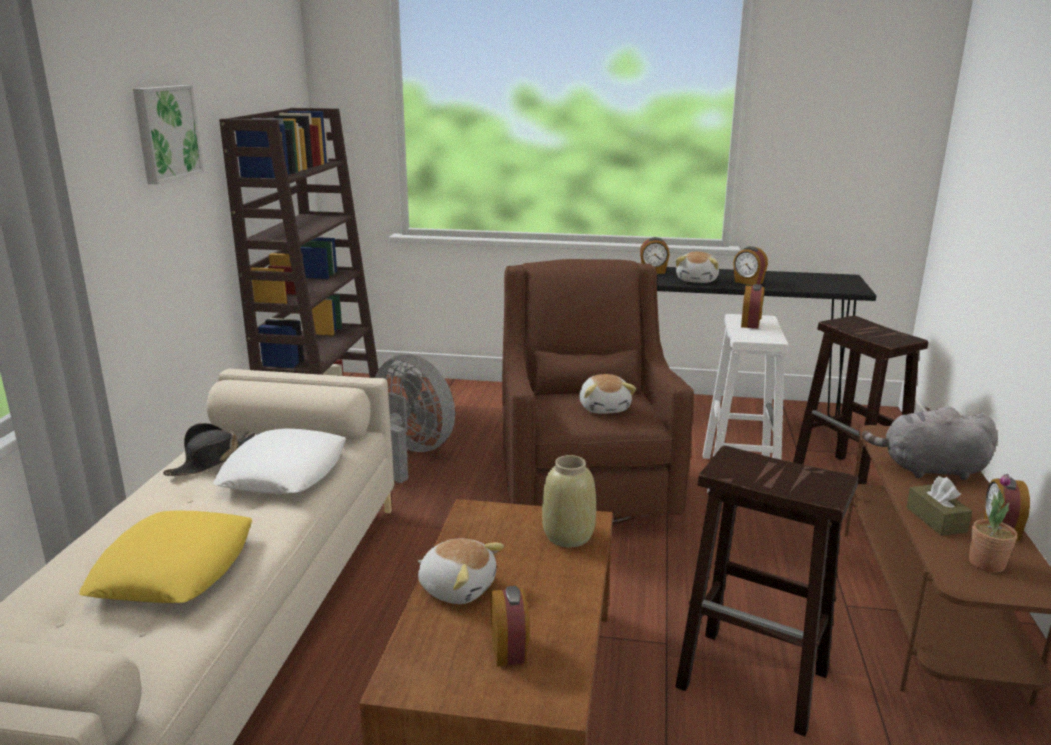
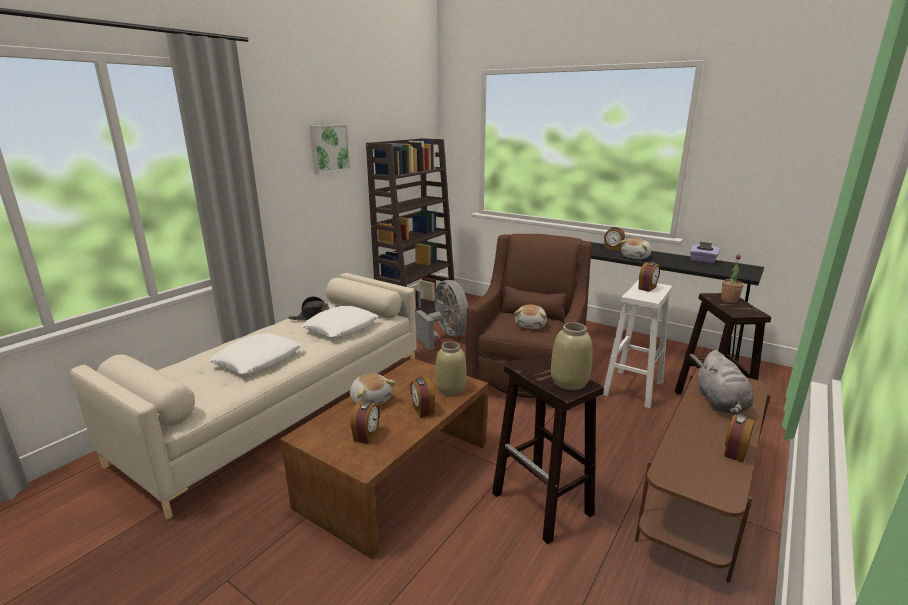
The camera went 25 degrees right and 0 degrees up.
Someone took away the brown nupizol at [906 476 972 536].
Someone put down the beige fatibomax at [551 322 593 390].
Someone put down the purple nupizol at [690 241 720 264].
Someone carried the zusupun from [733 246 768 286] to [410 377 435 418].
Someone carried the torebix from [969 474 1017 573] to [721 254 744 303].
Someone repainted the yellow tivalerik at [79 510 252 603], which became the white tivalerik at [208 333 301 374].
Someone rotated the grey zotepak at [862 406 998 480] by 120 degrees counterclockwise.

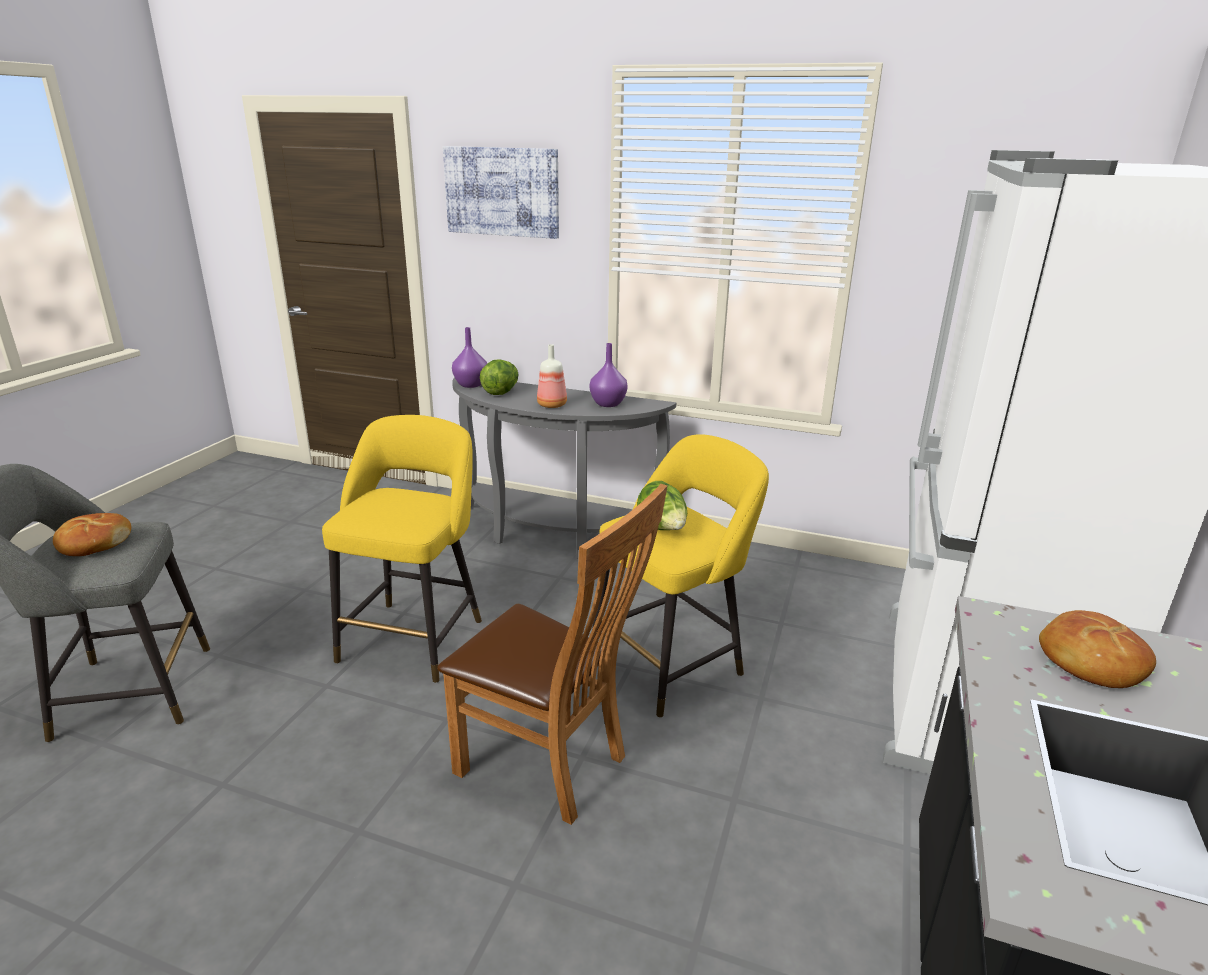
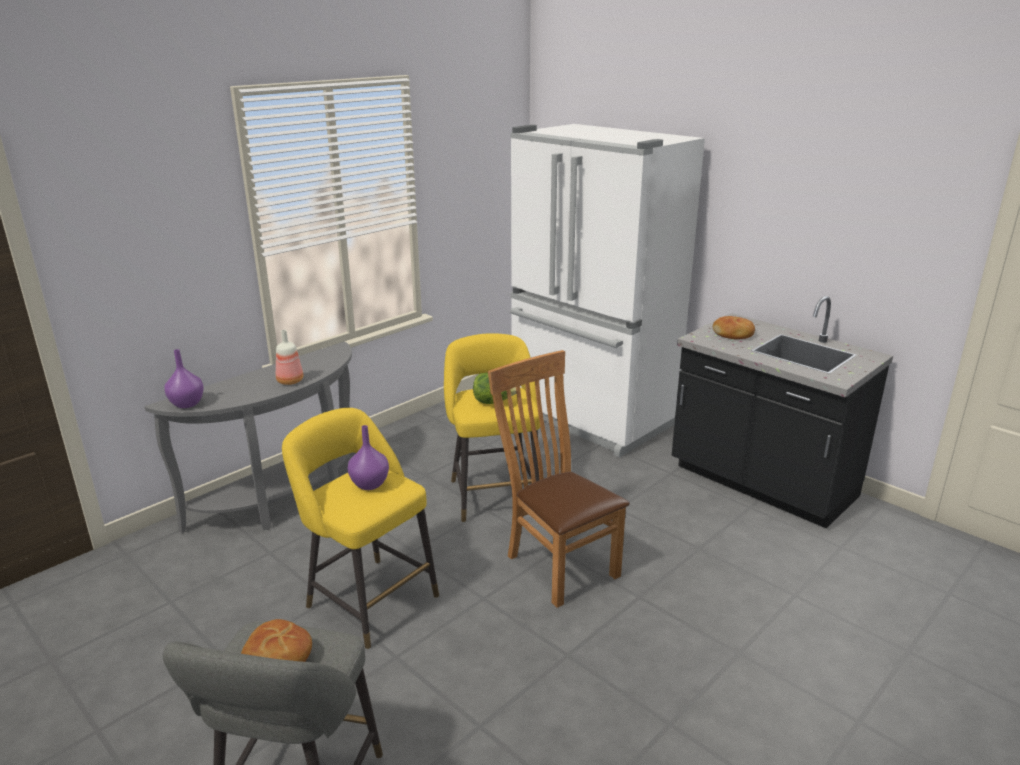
The camera went 65 degrees left and 0 degrees up.
Someone took away the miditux at [443 146 559 239].
Someone took away the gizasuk at [480 360 518 395].
Someone carried the purple fatibomax from [590 343 627 407] to [348 425 389 490].
Someone rotated the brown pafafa at [437 484 667 825] by 90 degrees counterclockwise.

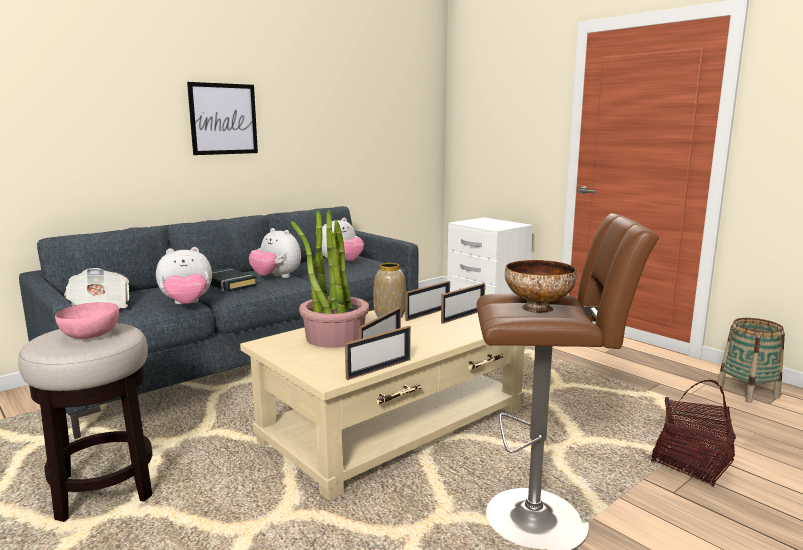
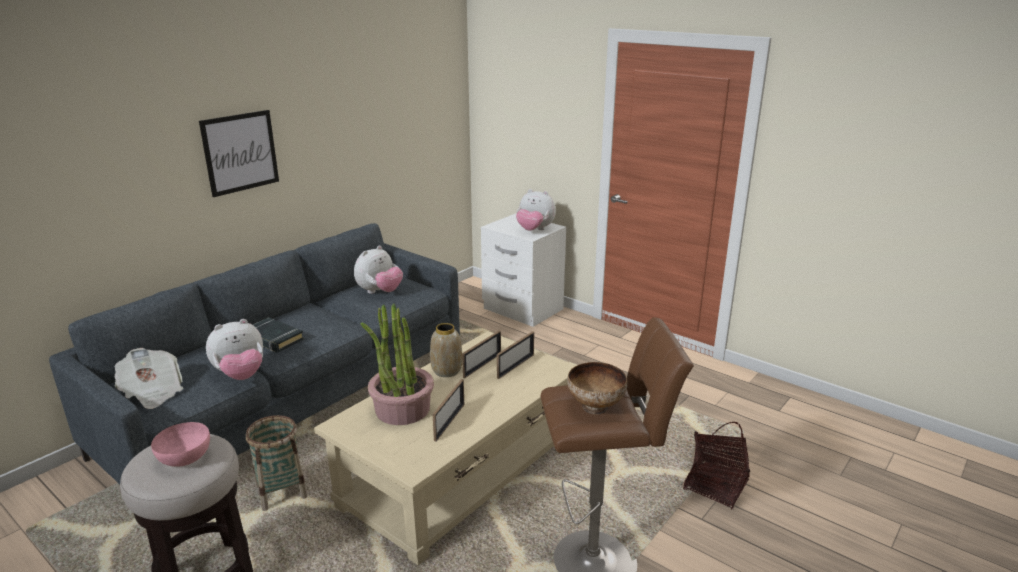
The camera went 10 degrees left and 10 degrees up.
Someone took away the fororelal at [345 326 411 380].
Someone carried the zotepak from [249 228 301 278] to [516 189 556 231].
Someone carried the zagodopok from [717 318 785 403] to [246 415 308 511].

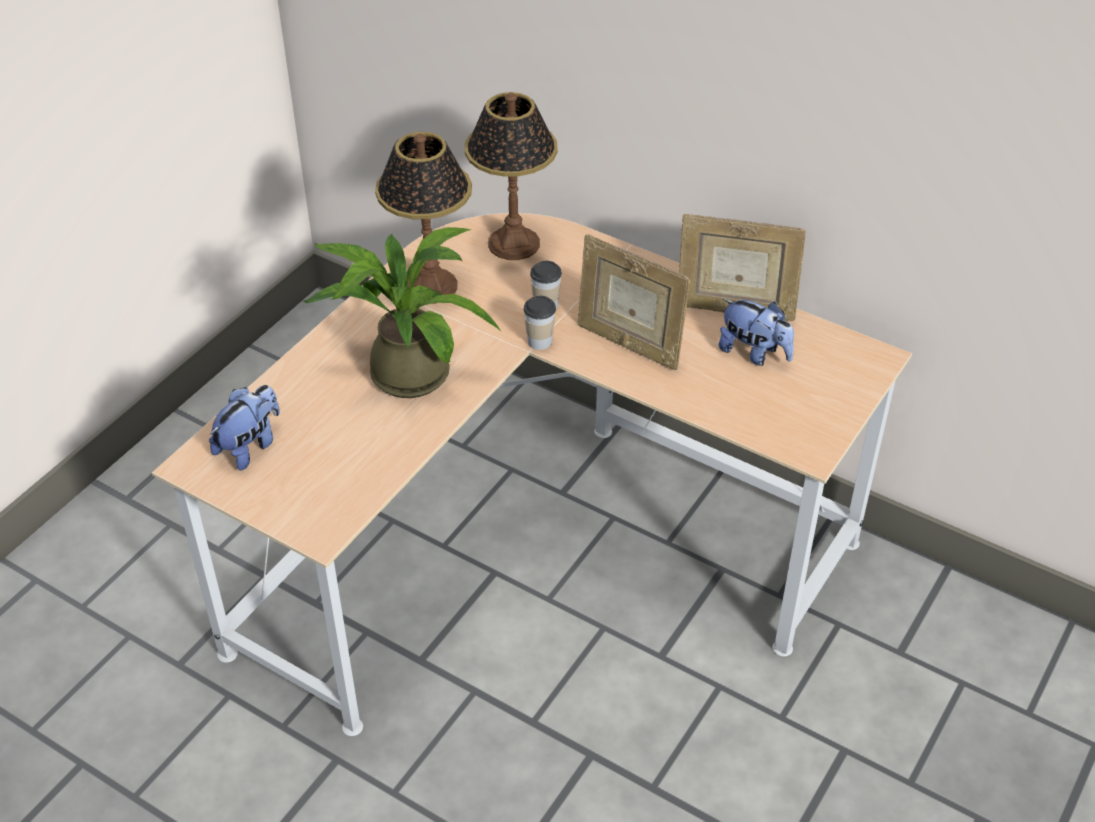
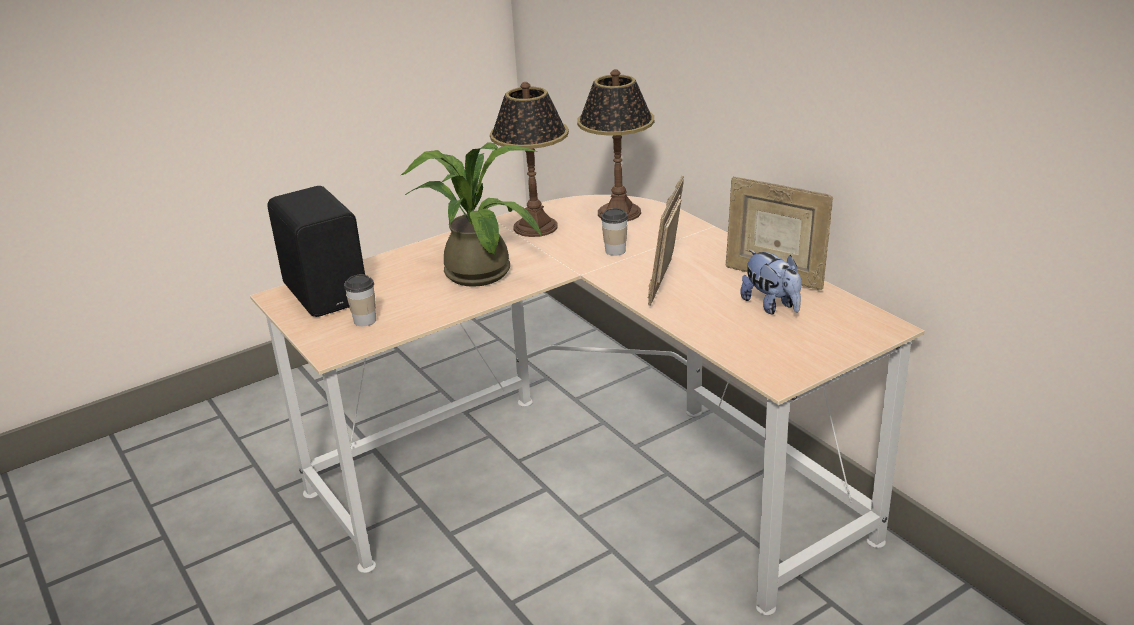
The camera went 25 degrees right and 15 degrees down.
Someone carried the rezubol from [524 296 556 350] to [344 274 376 326].
Someone swapped the zotepak at [209 385 280 471] for the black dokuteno at [268 186 365 317].
Someone rotated the fororelal at [578 234 690 370] by 45 degrees clockwise.

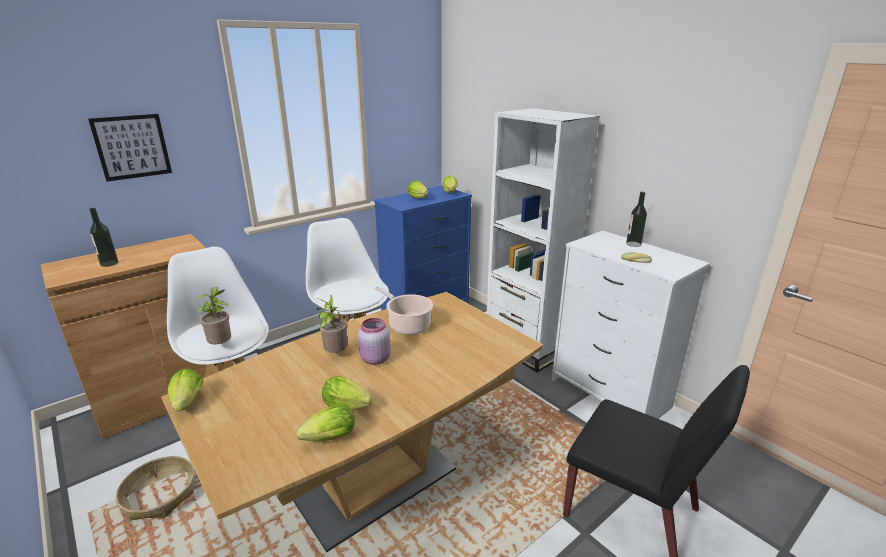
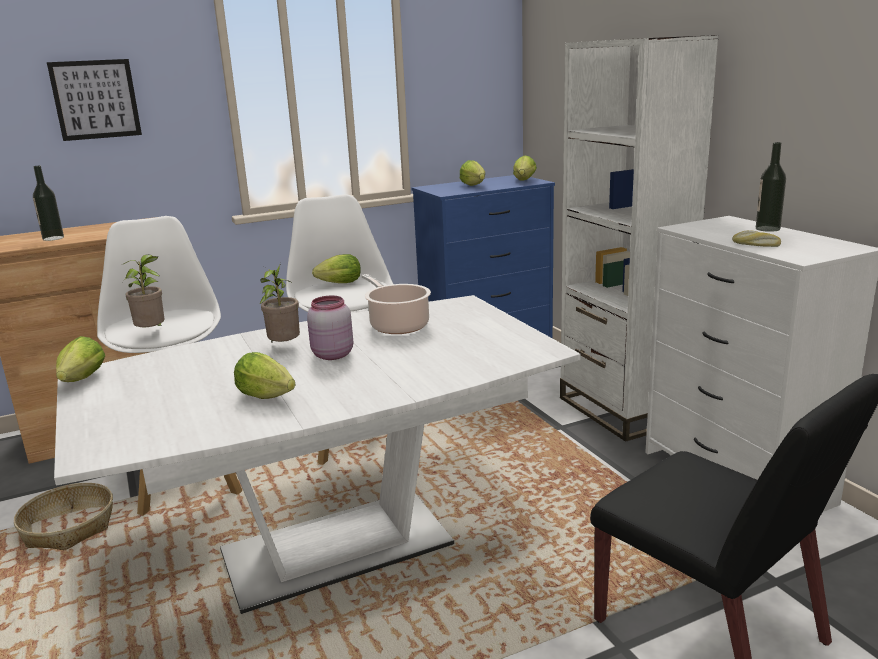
The camera went 15 degrees right and 5 degrees down.
Someone carried the gizasuk from [296 404 355 442] to [312 254 361 283].
Someone repainted the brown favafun at [161 292 543 552], which became the white favafun at [54 295 581 614].

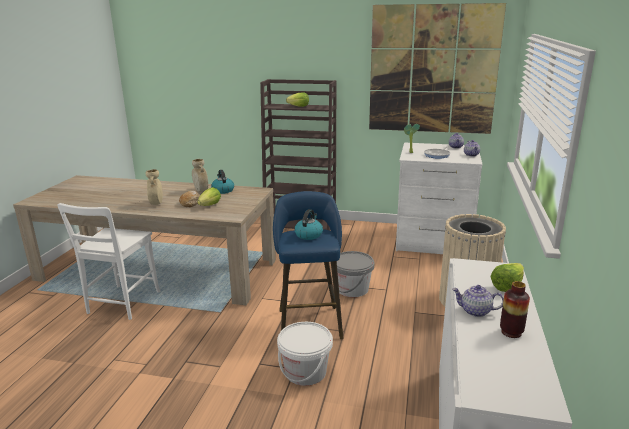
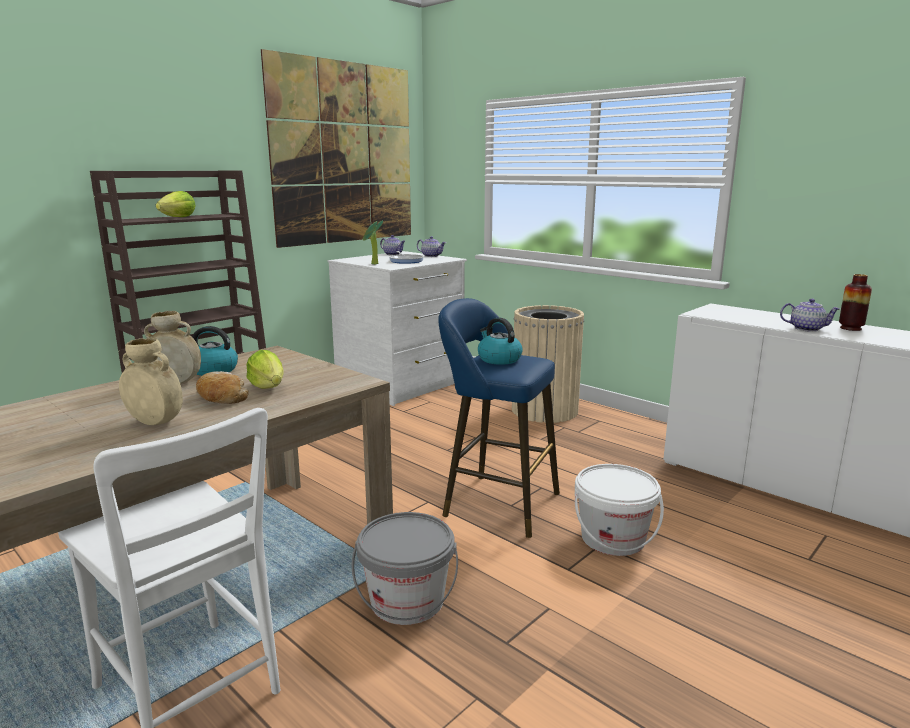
The camera went 60 degrees left and 5 degrees down.
Someone took away the gizasuk at [490 263 524 292].
Someone carried the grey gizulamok from [332 251 374 297] to [352 512 458 625].
Someone rotated the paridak at [452 285 504 317] by 120 degrees counterclockwise.

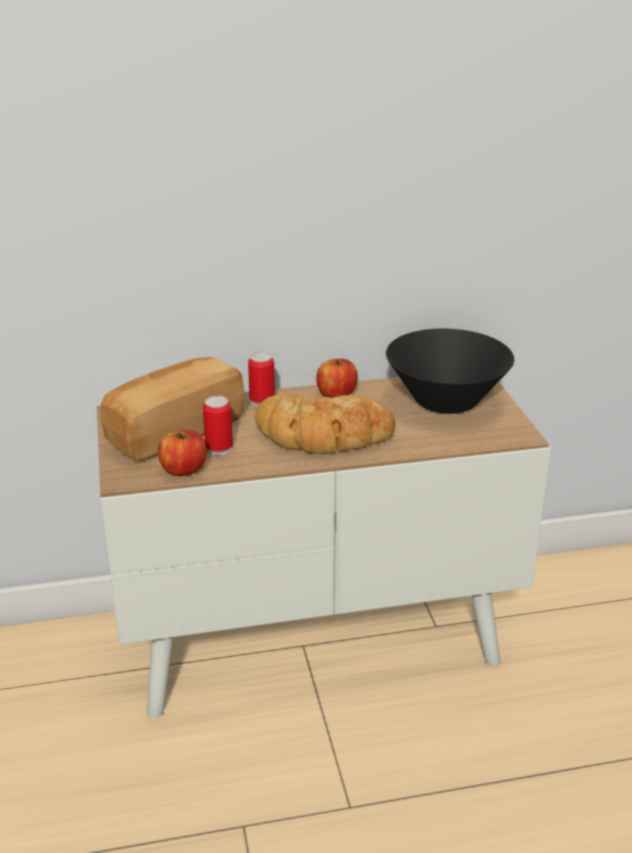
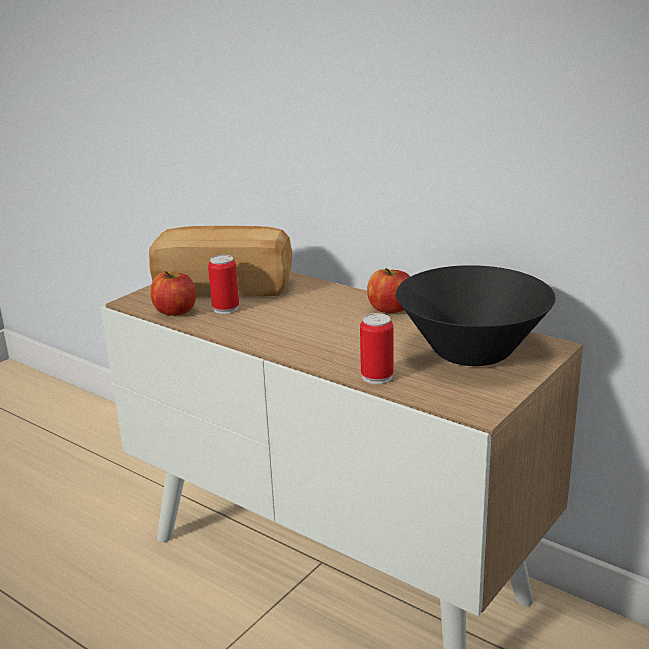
The camera went 50 degrees right and 5 degrees down.
Someone took away the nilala at [255 394 395 454].
Someone carried the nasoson from [248 352 275 407] to [360 313 393 384].

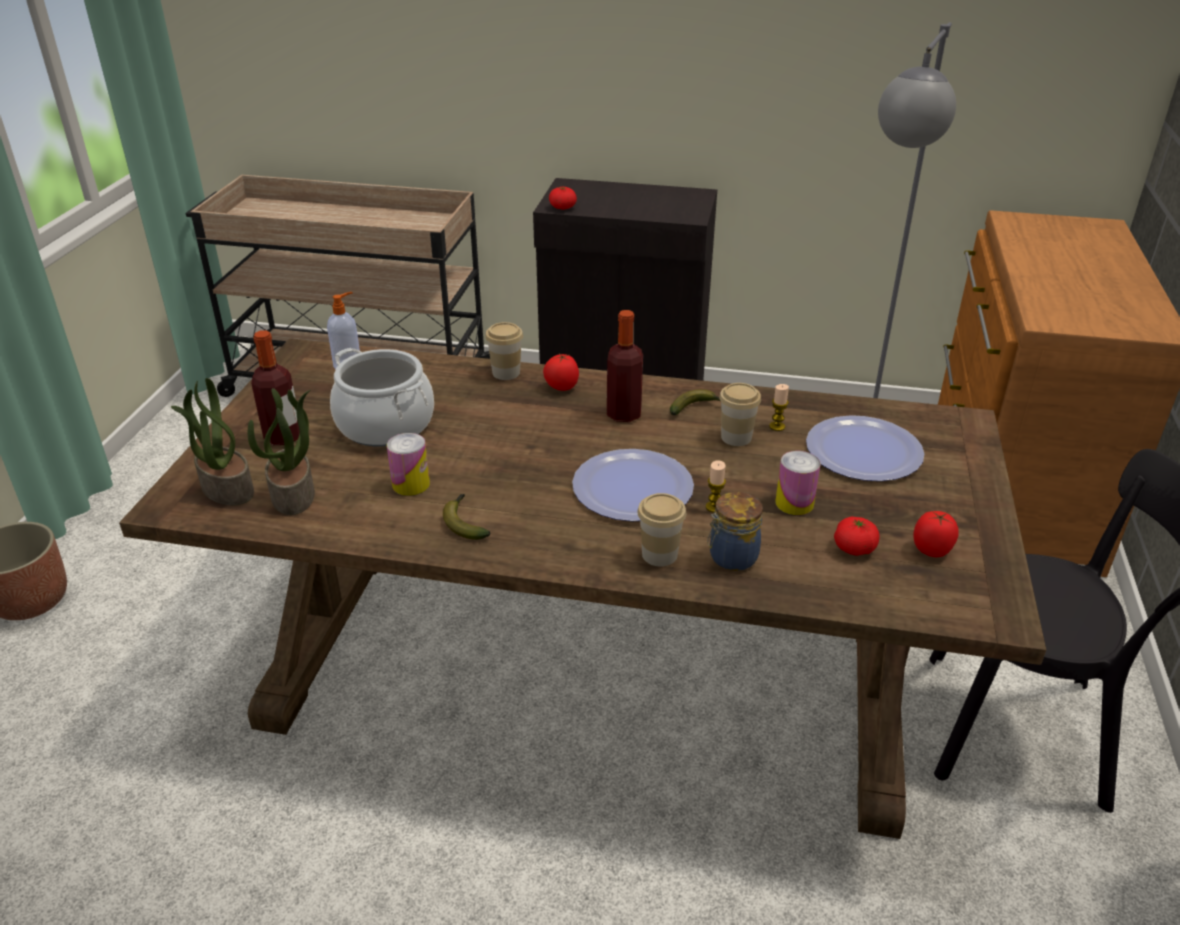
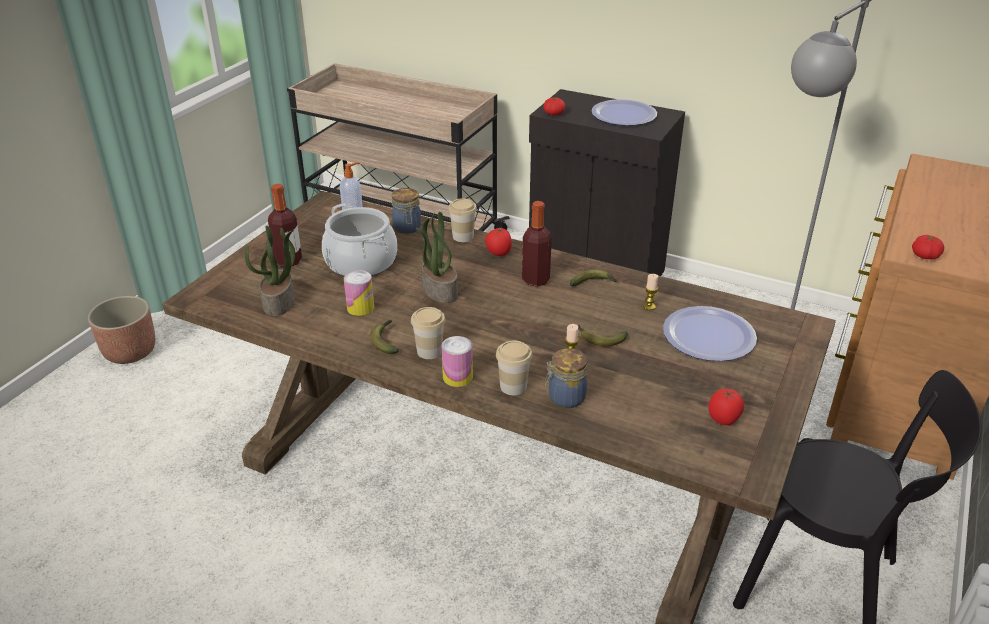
The camera went 15 degrees right and 0 degrees up.
Someone put down the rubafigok at [392 188 421 234].
Someone put down the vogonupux at [578 325 628 346].
Someone carried the torebix from [171 378 254 506] to [416 212 458 303].
Someone carried the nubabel from [572 449 694 521] to [591 99 657 126].
Someone carried the rezubol from [719 383 761 446] to [411 307 445 359].
Someone carried the nasoson from [775 451 821 515] to [441 336 473 387].
Someone carried the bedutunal from [834 517 880 556] to [912 235 944 260].

